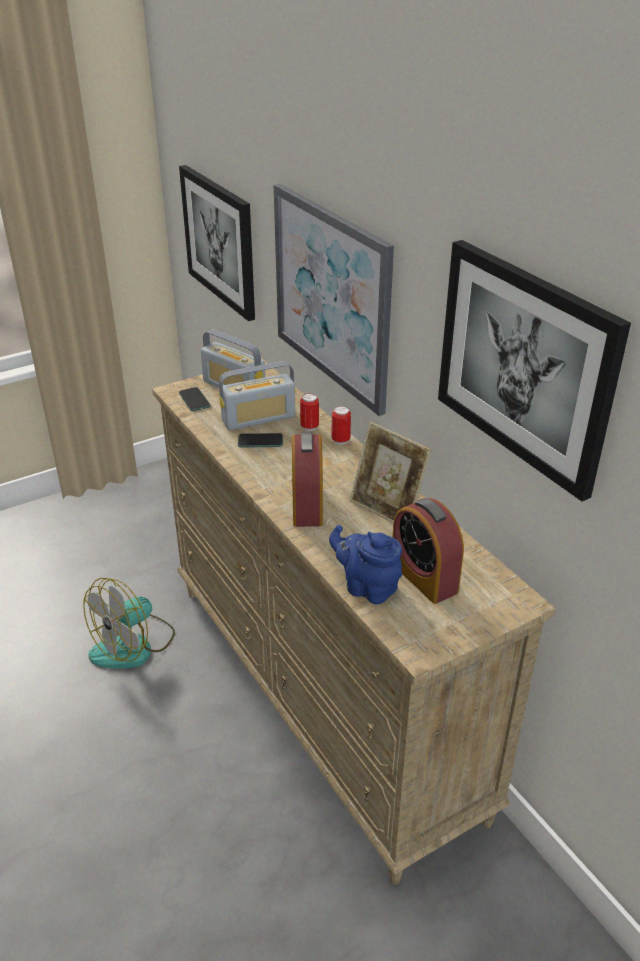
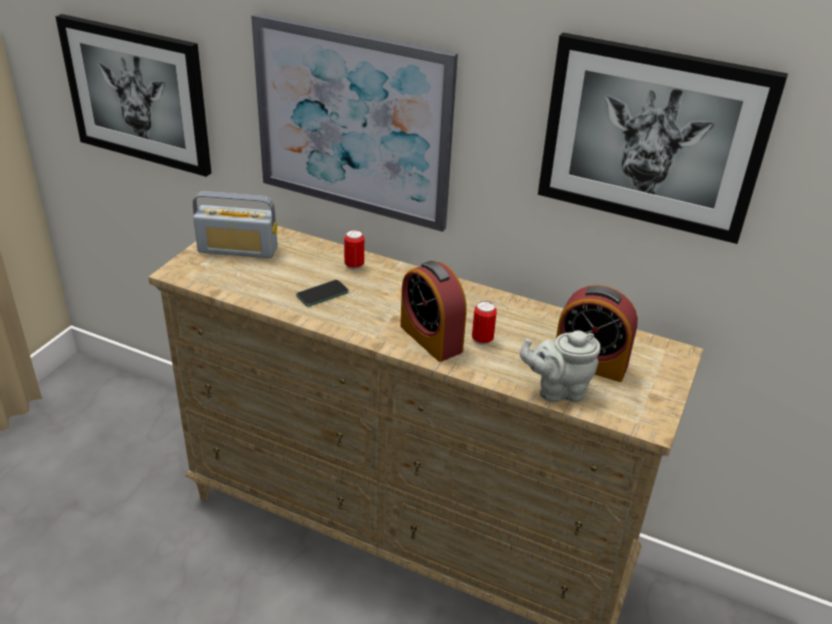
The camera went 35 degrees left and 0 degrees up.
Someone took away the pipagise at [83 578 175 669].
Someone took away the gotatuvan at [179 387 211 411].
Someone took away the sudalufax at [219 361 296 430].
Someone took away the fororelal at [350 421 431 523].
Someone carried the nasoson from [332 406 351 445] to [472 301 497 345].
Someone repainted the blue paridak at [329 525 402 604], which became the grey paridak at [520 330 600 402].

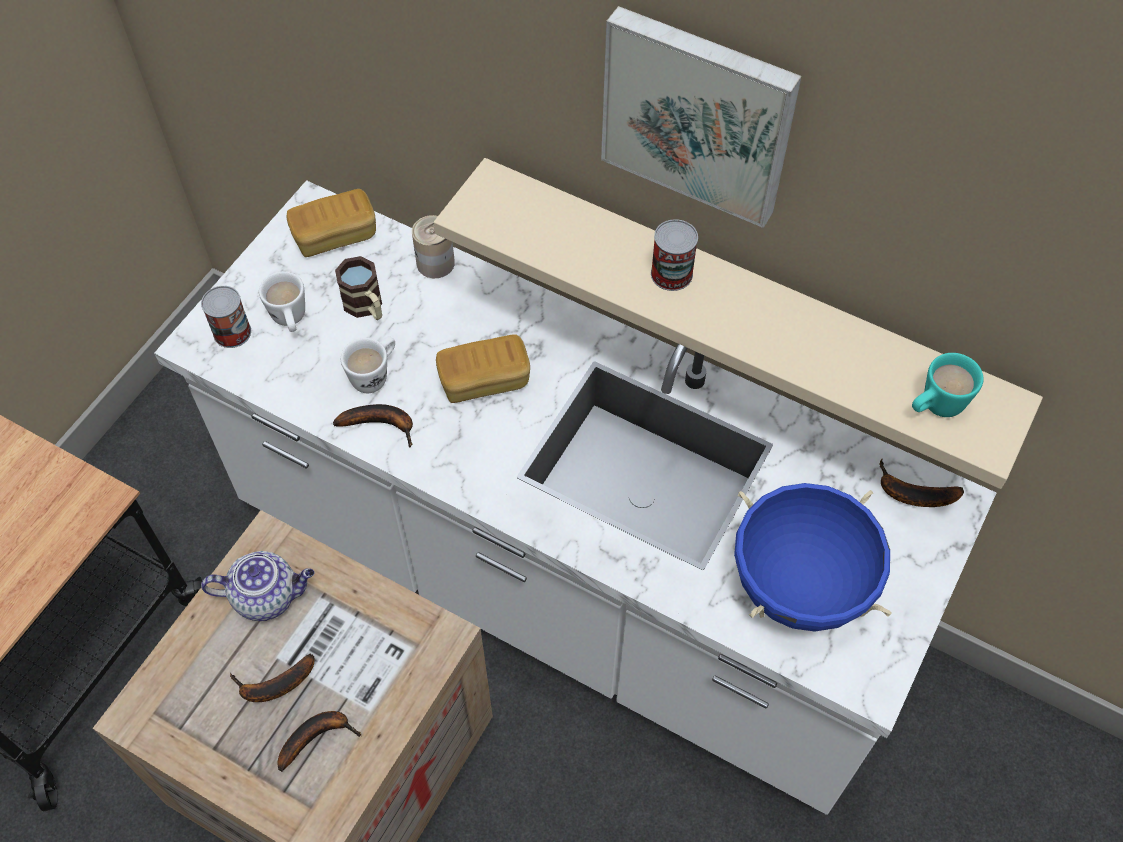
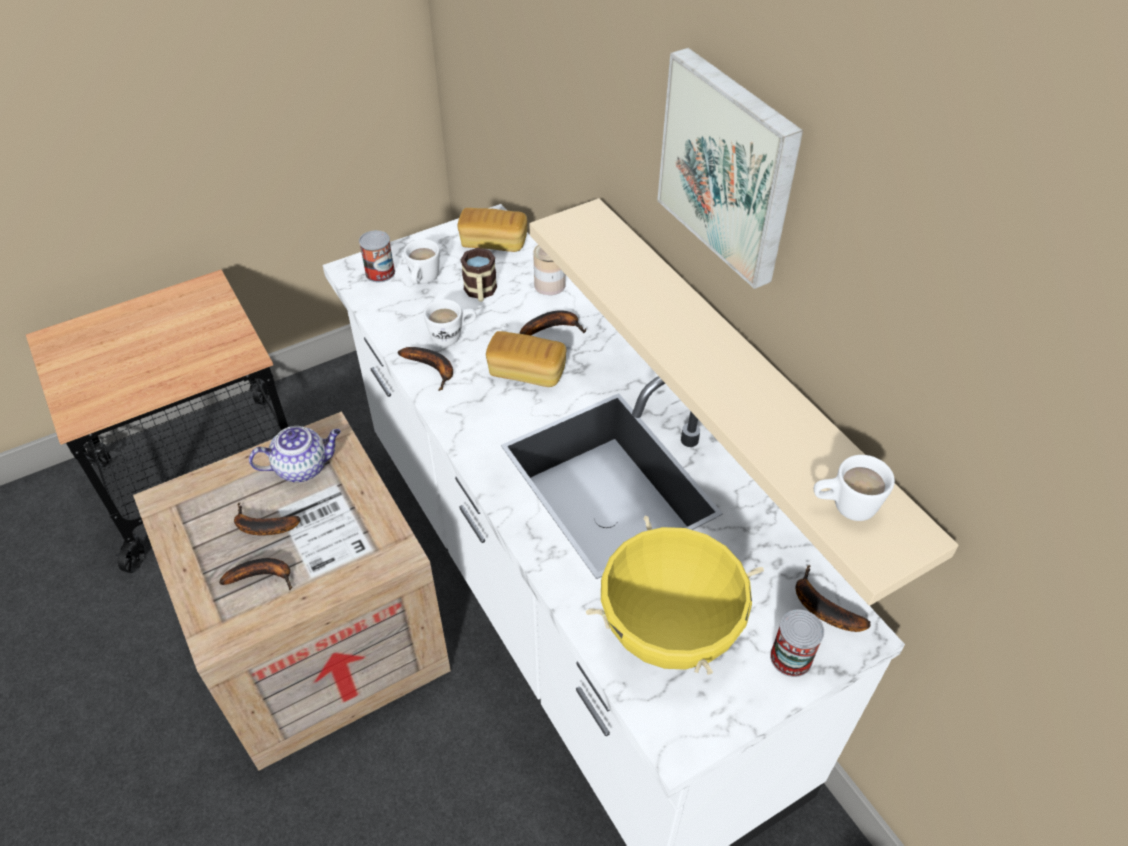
The camera went 30 degrees right and 10 degrees down.
Someone put down the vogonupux at [519 310 586 335].
Someone carried the nasoson from [651 219 698 291] to [770 609 824 677].
Someone repainted the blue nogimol at [734 483 892 631], which became the yellow nogimol at [586 516 764 675].
Someone repainted the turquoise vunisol at [912 353 984 417], which became the white vunisol at [814 455 895 521].
Someone rotated the paridak at [201 551 315 621] by 45 degrees counterclockwise.

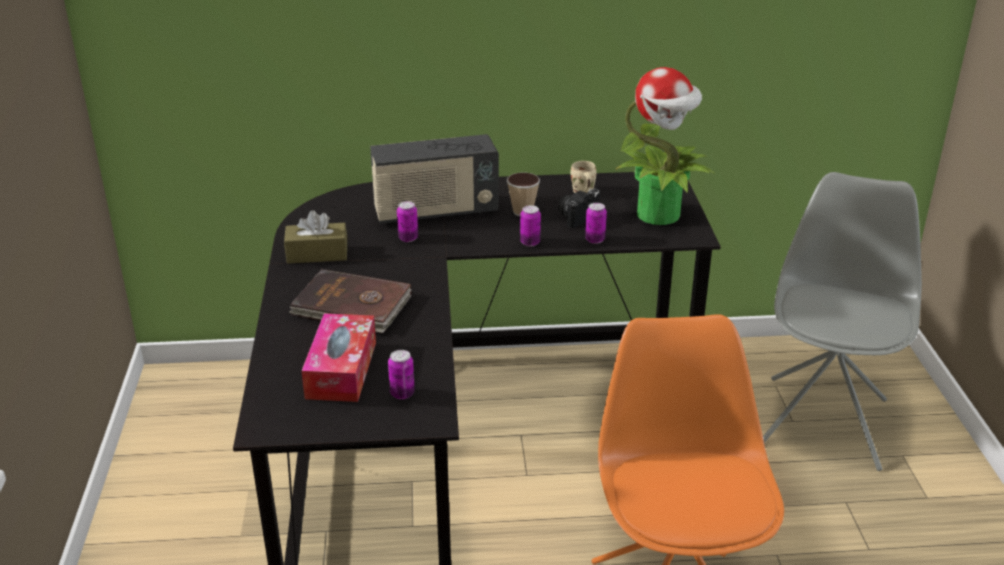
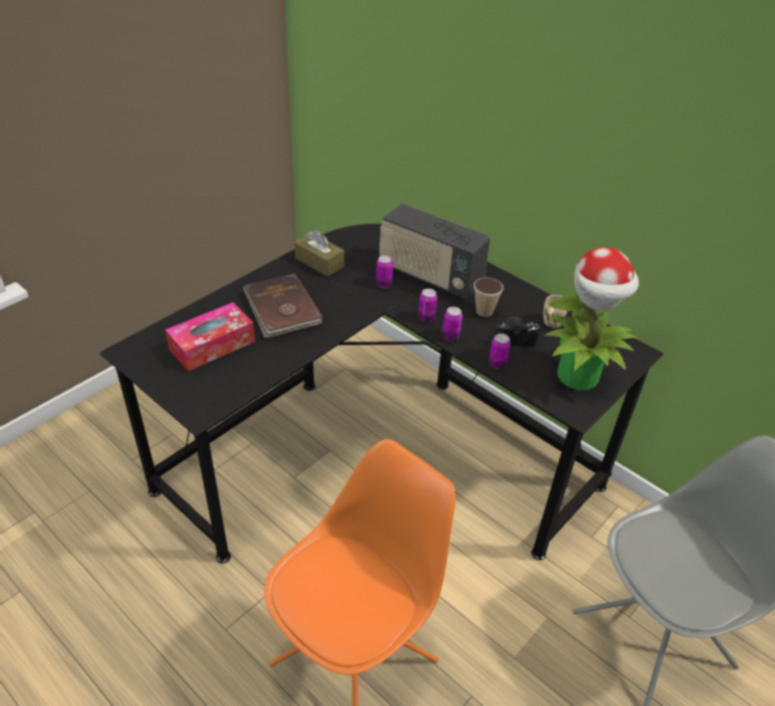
The camera went 45 degrees right and 10 degrees up.
Someone carried the nasoson from [388 350 415 399] to [418 288 437 322].

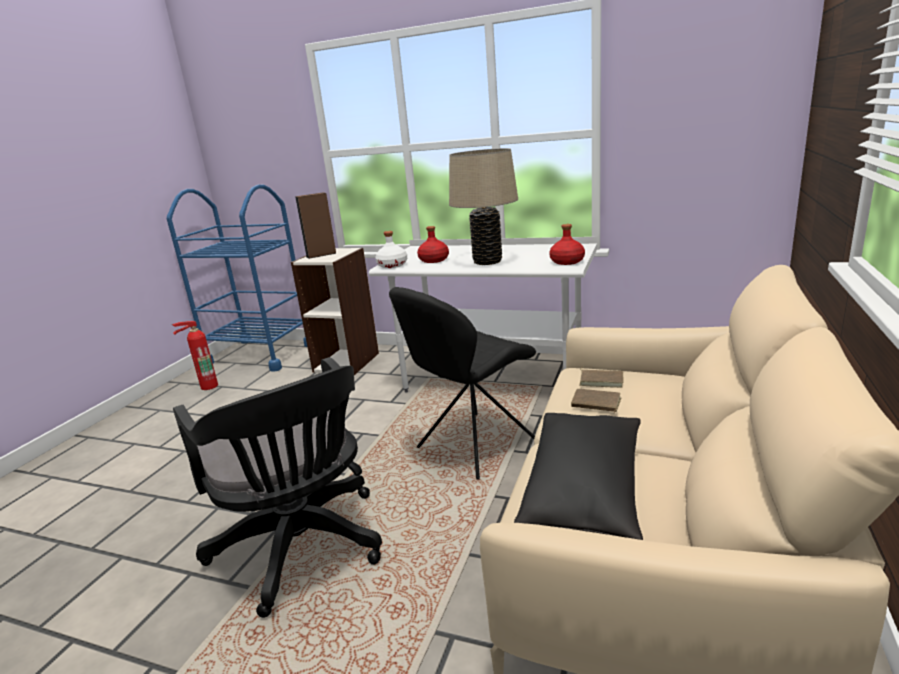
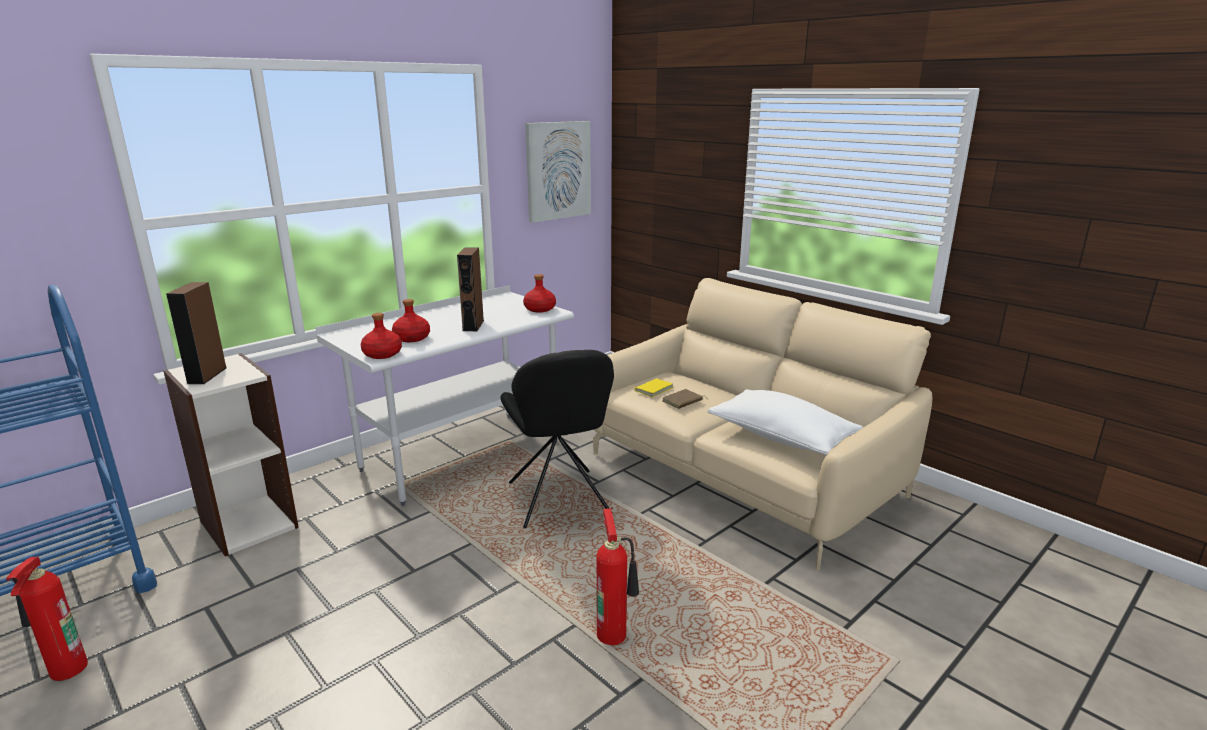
The camera went 65 degrees left and 0 degrees up.
Someone put up the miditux at [525 121 591 223].
Someone swapped the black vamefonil at [173 357 382 618] for the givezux at [596 508 639 645].
Someone swapped the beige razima at [449 148 518 265] for the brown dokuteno at [457 247 484 332].
Someone repainted the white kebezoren at [375 231 407 268], which became the red kebezoren at [361 313 402 359].
Someone repainted the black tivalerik at [514 413 643 540], which became the white tivalerik at [708 389 863 455].
Someone repainted the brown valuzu at [580 366 623 388], which became the yellow valuzu at [632 379 673 397].

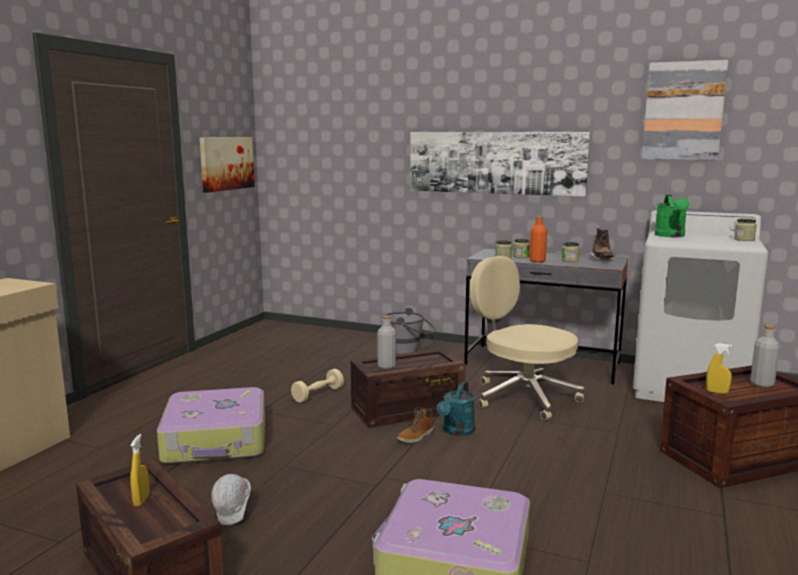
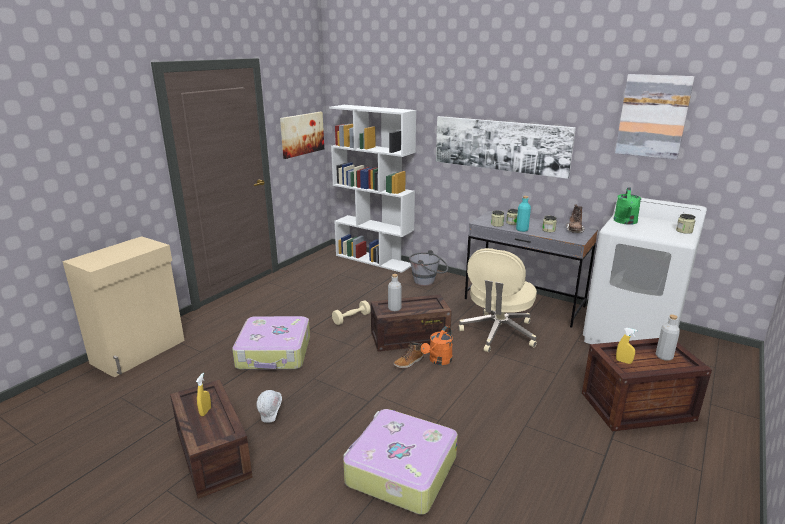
The camera went 10 degrees right and 10 degrees up.
Someone put down the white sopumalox at [329 105 416 273].
Someone repainted the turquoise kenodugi at [437 382 475 436], which became the orange kenodugi at [421 326 453 365].
Someone repainted the orange kebezoren at [529 216 547 263], which became the turquoise kebezoren at [516 196 531 232].
Someone rotated the beige vamefonil at [470 256 585 420] by 120 degrees counterclockwise.

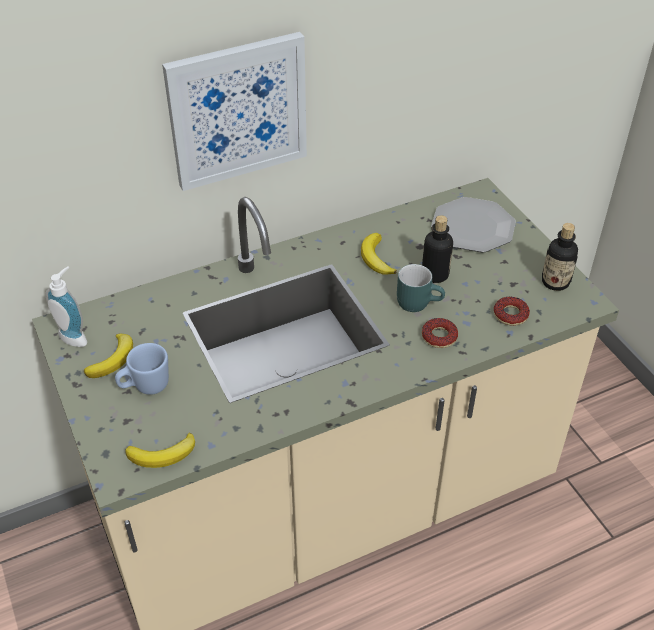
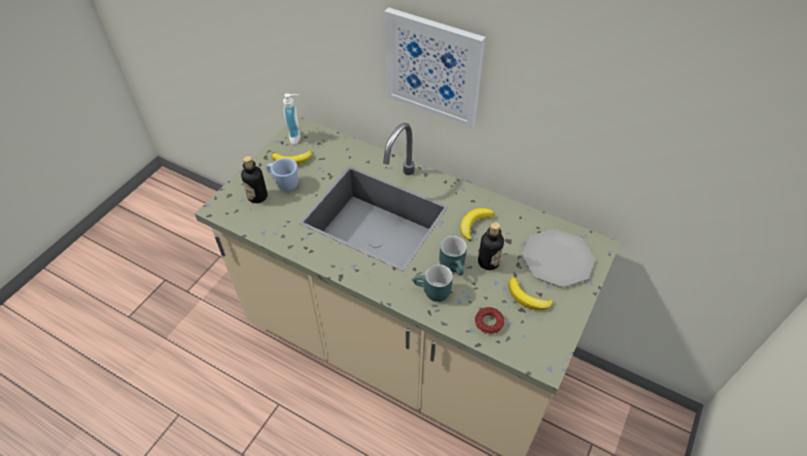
The camera went 55 degrees right and 5 degrees up.
Someone carried the vogonupux from [125 433 195 468] to [509 277 553 310].
Someone carried the kebezoren from [542 223 578 291] to [241 156 268 203].
Someone swapped the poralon at [422 318 458 348] for the turquoise vunisol at [413 264 453 302].

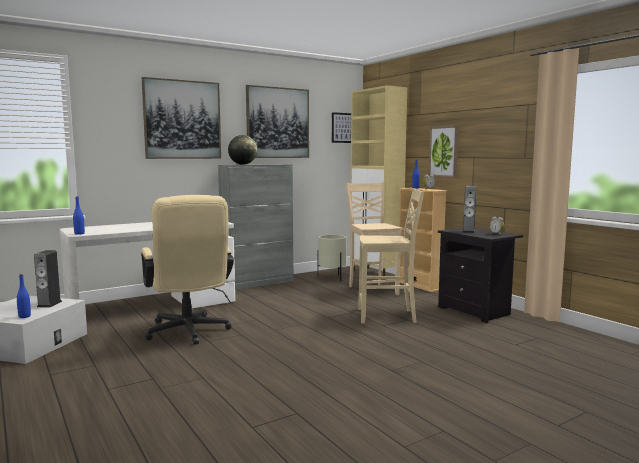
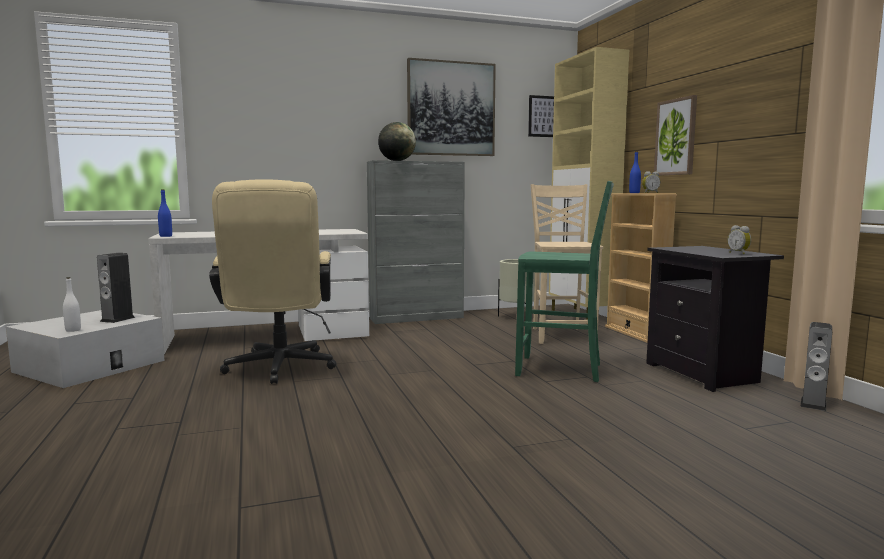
The camera went 15 degrees right and 0 degrees up.
Someone took away the miditux at [142 77 221 159].
Someone carried the dokuteno from [462 186 477 233] to [800 322 832 411].
Someone repainted the blue kebezoren at [17 274 31 318], which became the white kebezoren at [63 277 81 332].
Someone repainted the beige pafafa at [358 188 424 323], which became the green pafafa at [515 181 614 382].

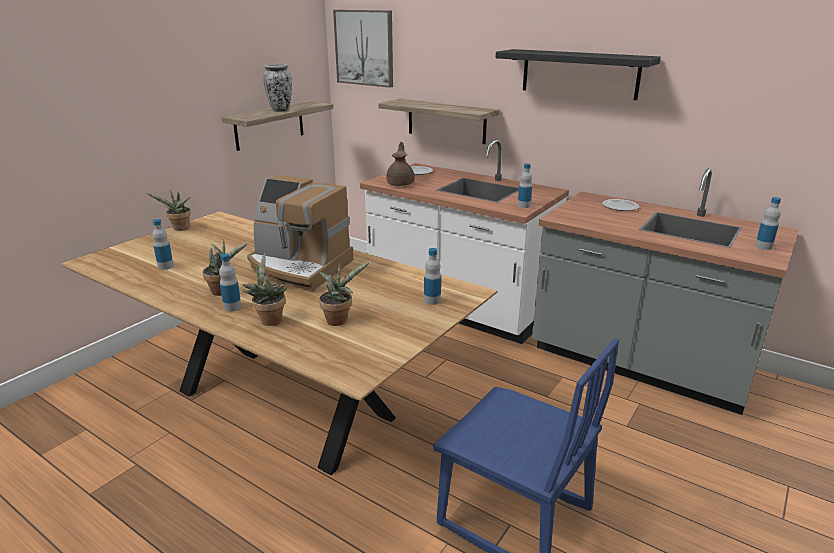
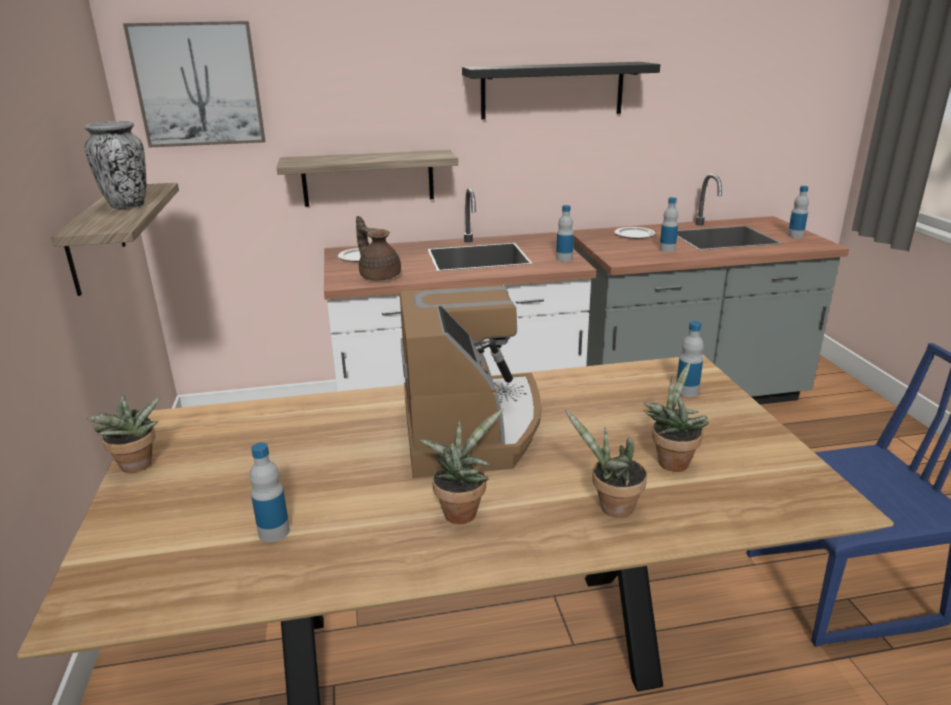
The camera went 45 degrees left and 0 degrees up.
Someone carried the kebezoren from [219 253 241 311] to [659 197 678 252].
Someone rotated the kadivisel at [247 175 353 292] by 75 degrees counterclockwise.

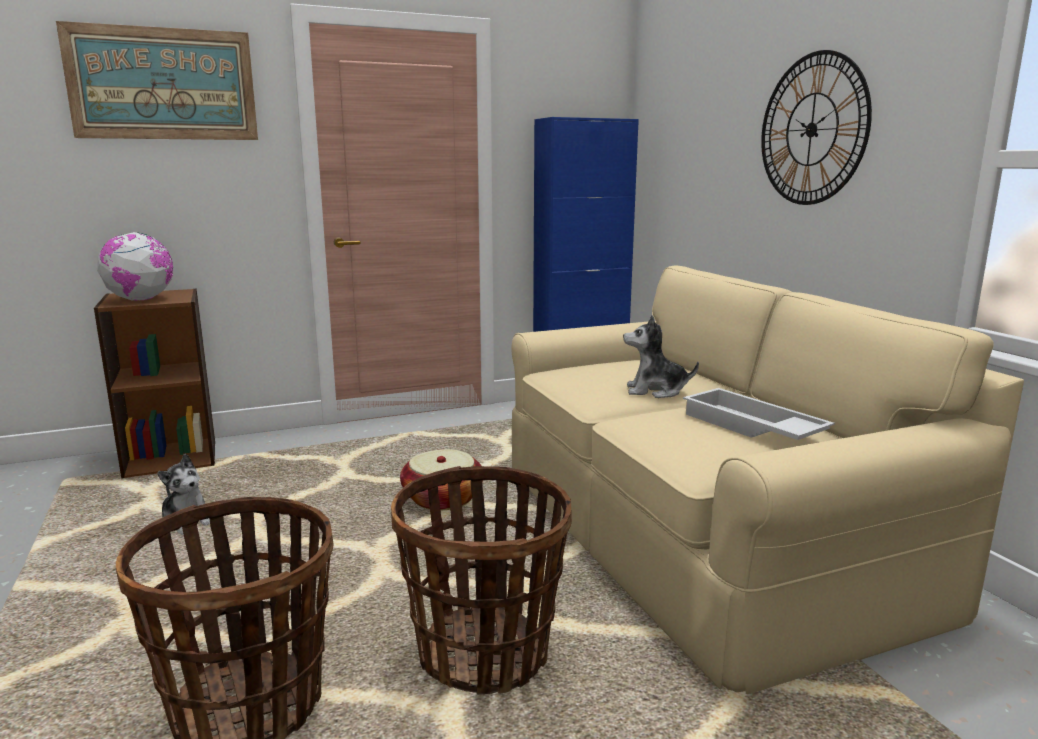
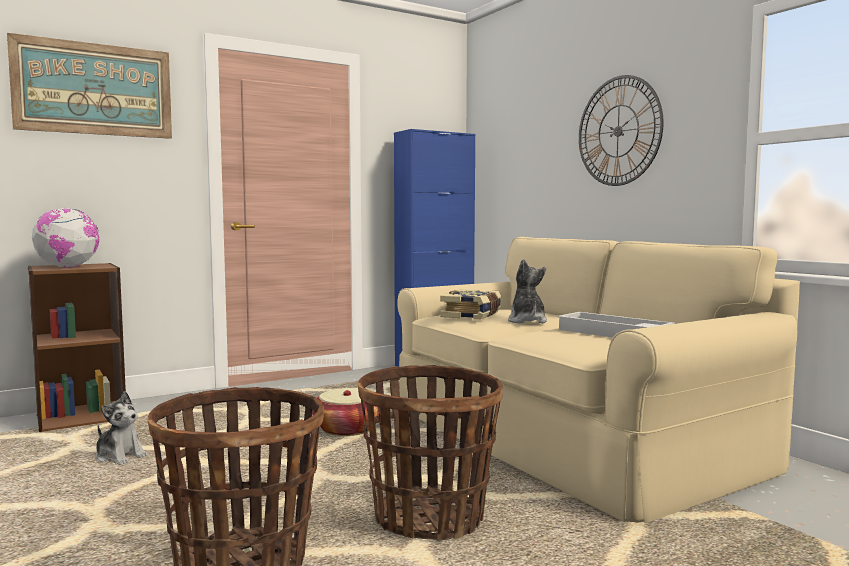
The camera went 10 degrees left and 10 degrees down.
Someone put down the valuzu at [440 289 501 320].
Someone rotated the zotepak at [623 316 699 398] by 90 degrees clockwise.

